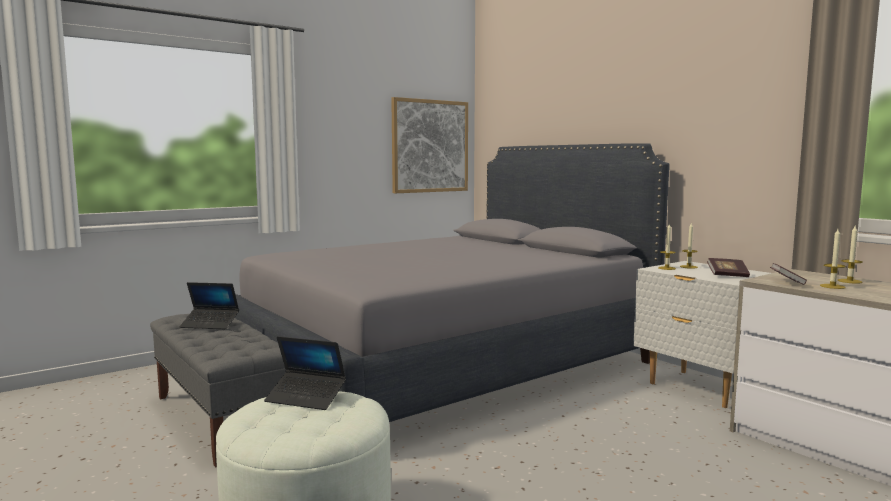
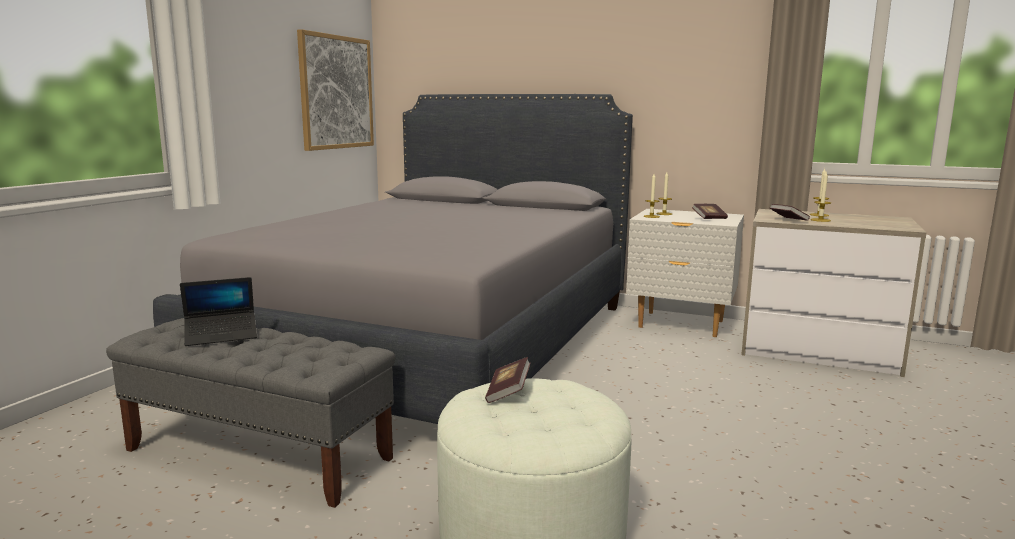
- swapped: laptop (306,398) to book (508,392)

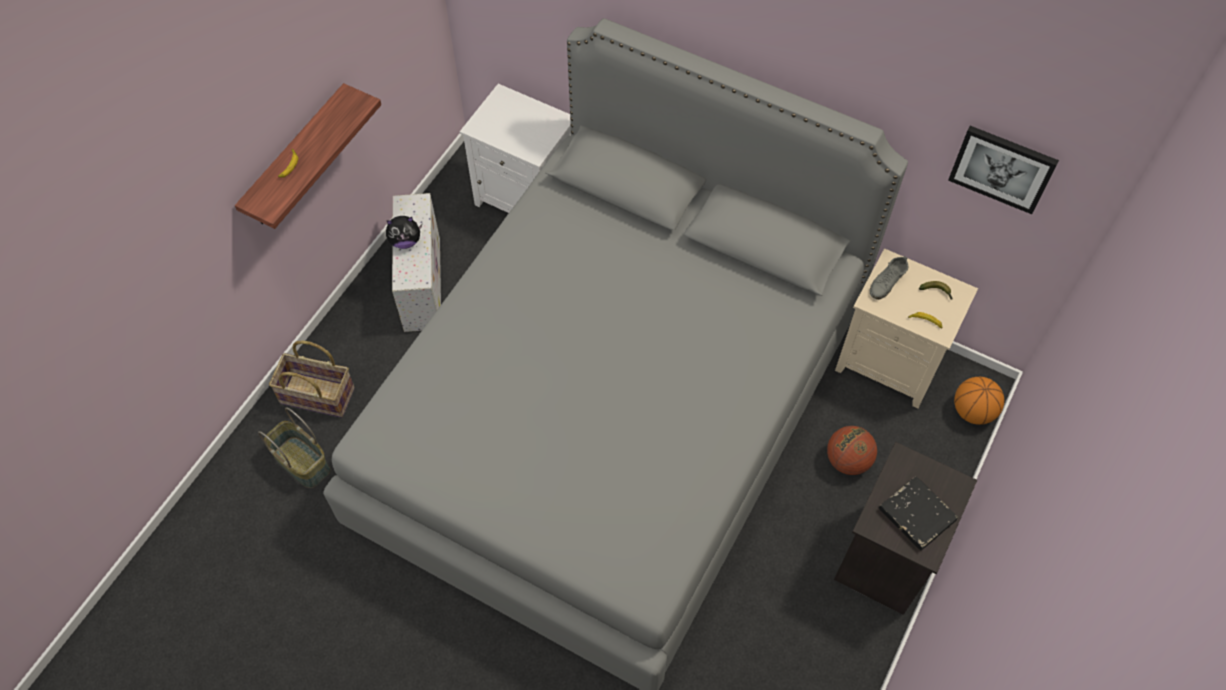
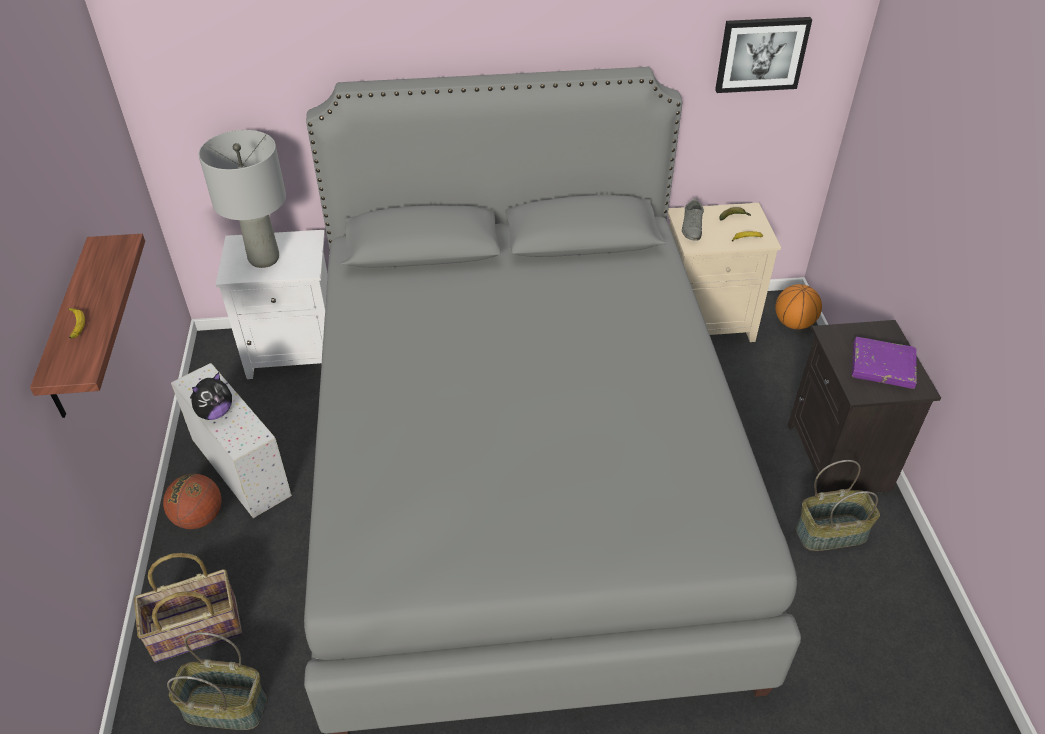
- shifted: basketball (847,460) to (199,517)
- new: grey table lamp (263,259)
- new: basket (831,532)
- repainted: black book (917,515) to purple book (882,366)

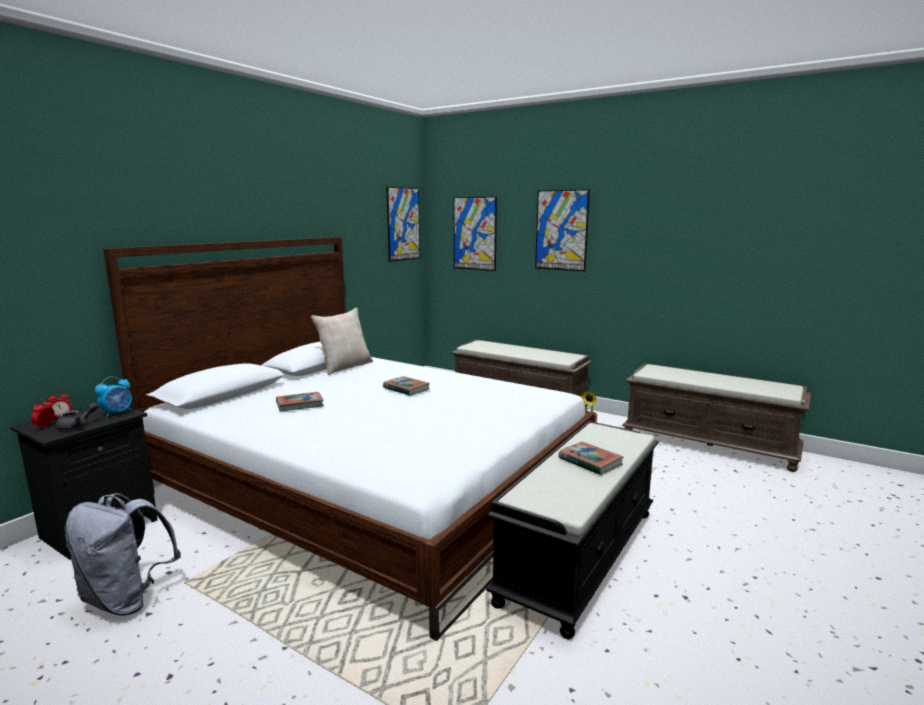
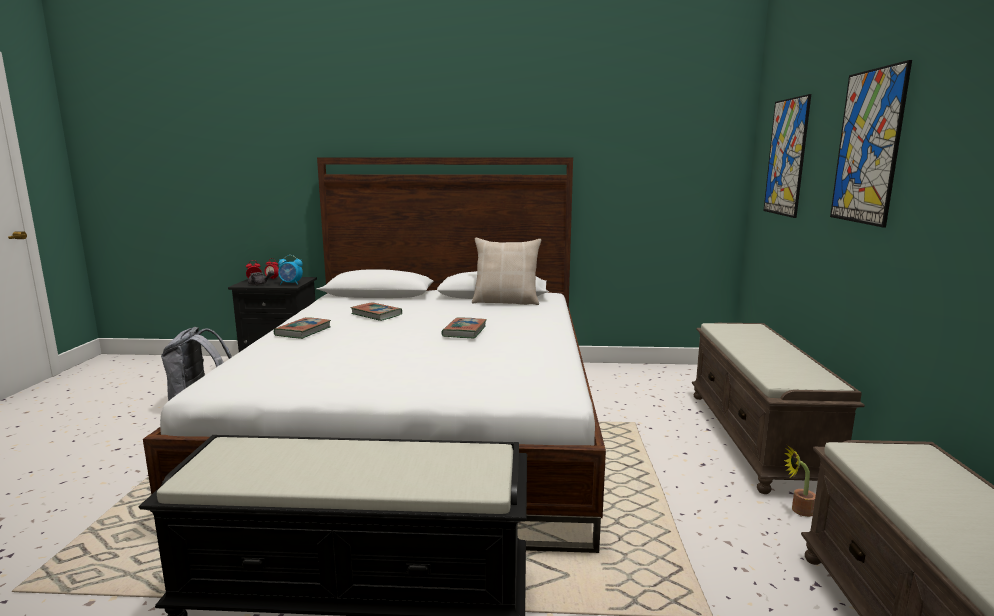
- shifted: book (590,462) to (303,331)
- gone: picture (403,224)

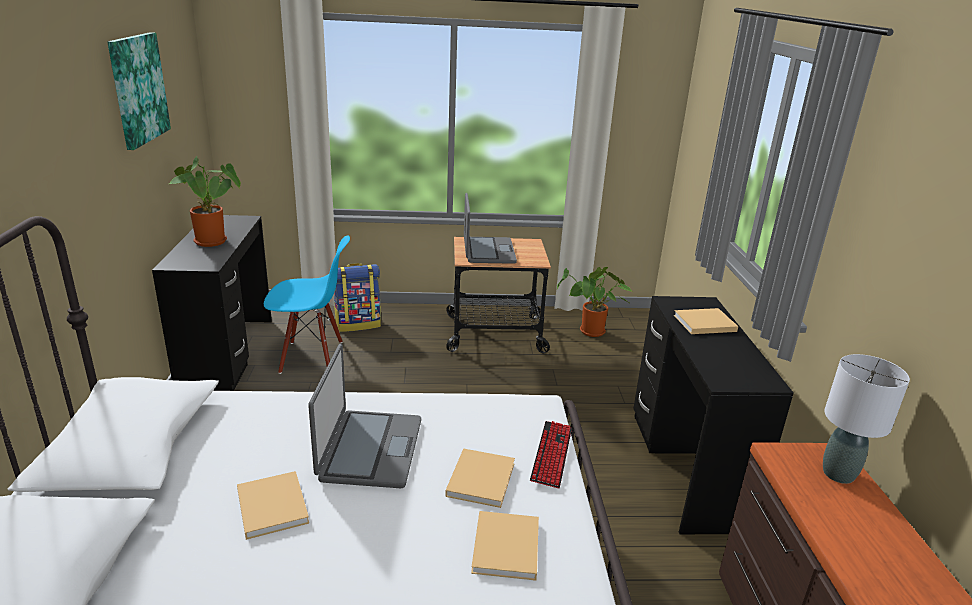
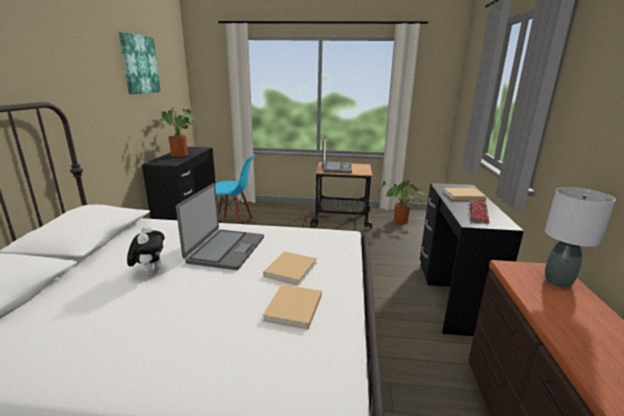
- swapped: beige book (272,505) to plush toy (150,273)
- shifted: keyboard (551,454) to (478,212)
- gone: backpack (358,324)

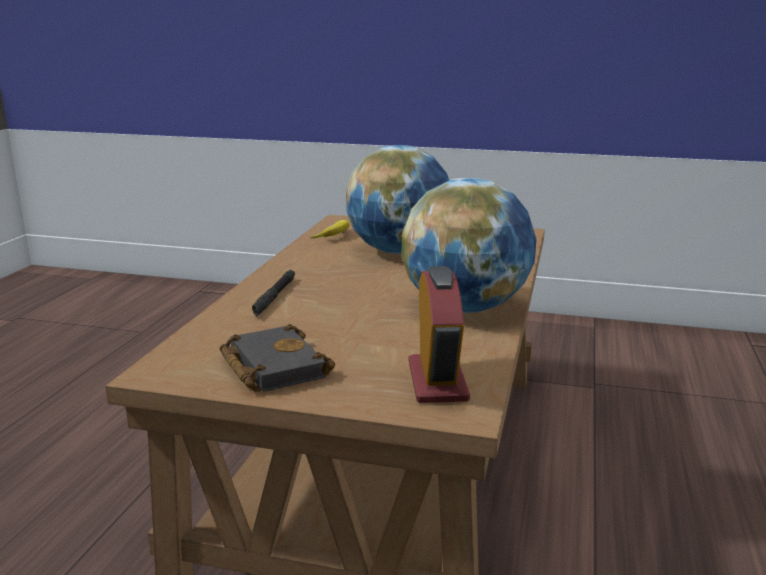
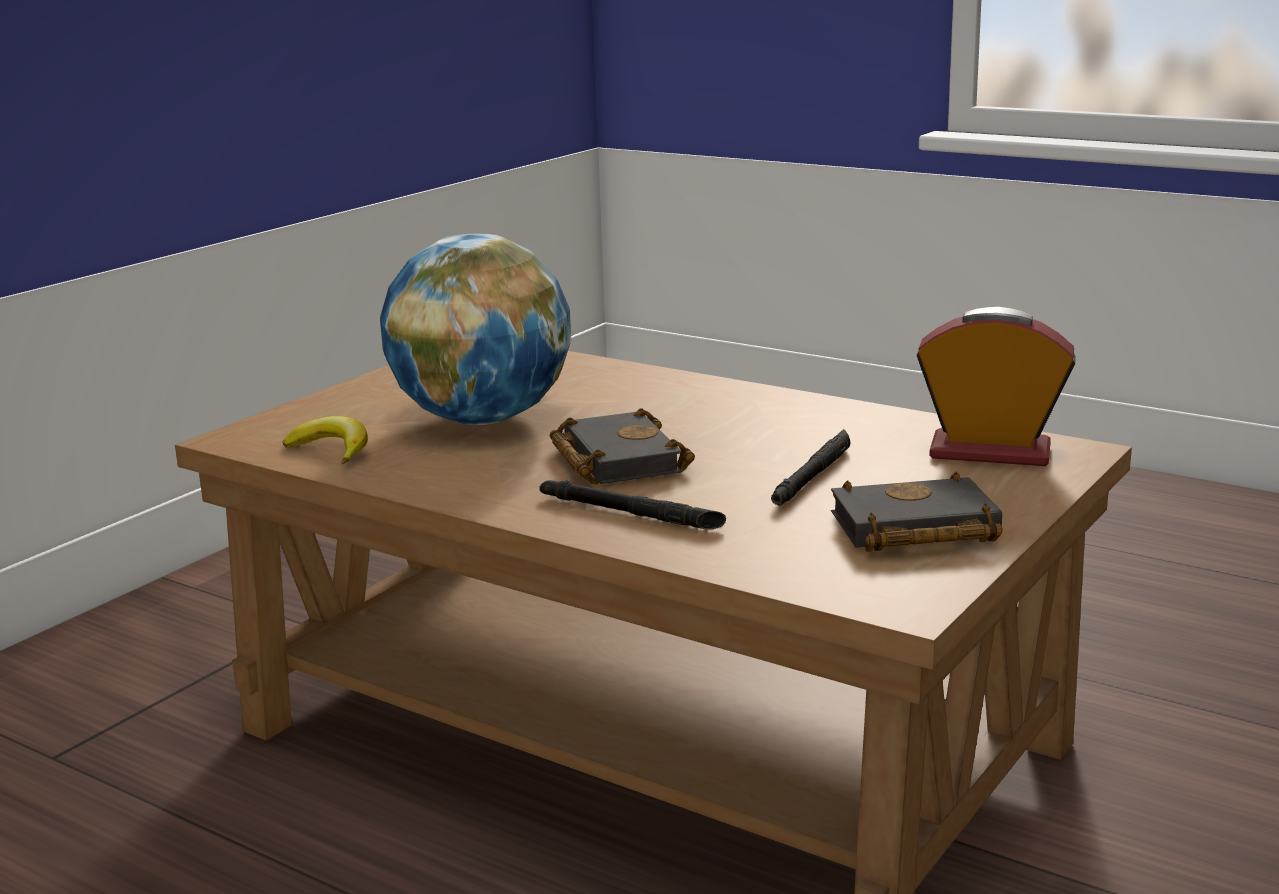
- new: black book (614,459)
- new: black flashlight (813,475)
- gone: globe (466,308)

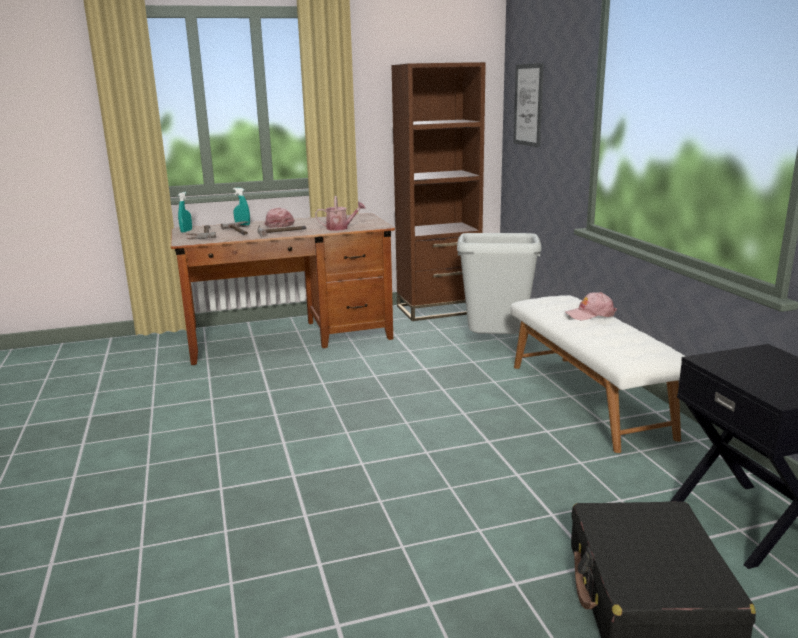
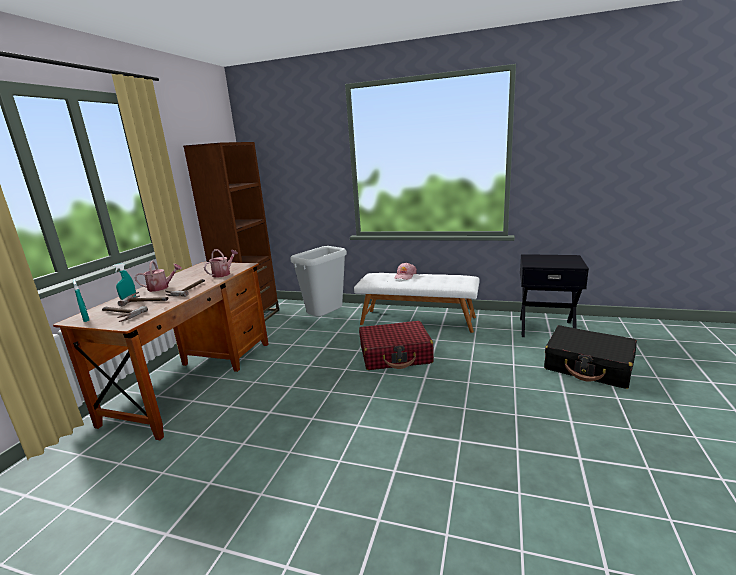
- swapped: pink cap (277,225) to watering can (161,288)
- new: red suitcase (395,355)
- gone: picture (528,105)

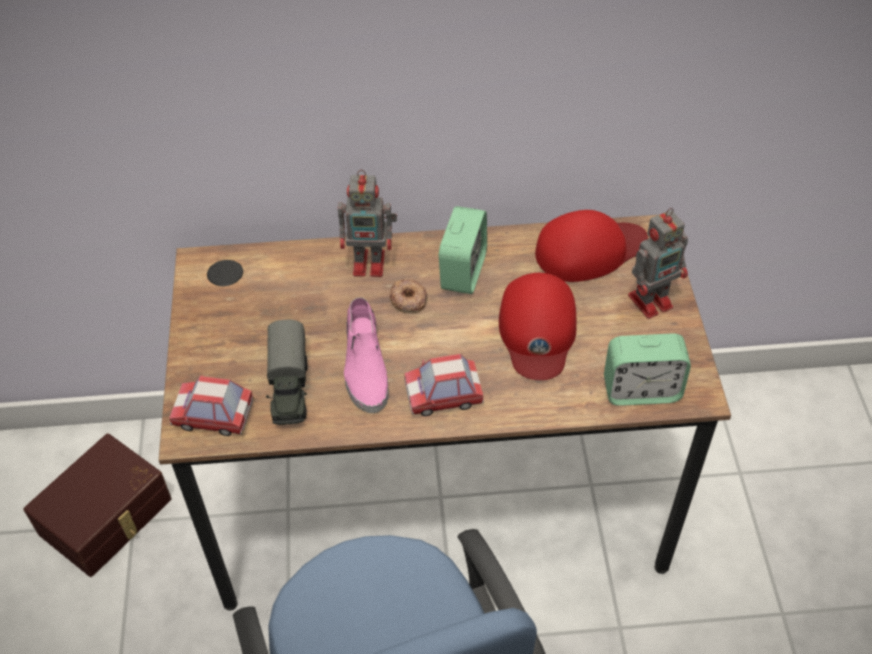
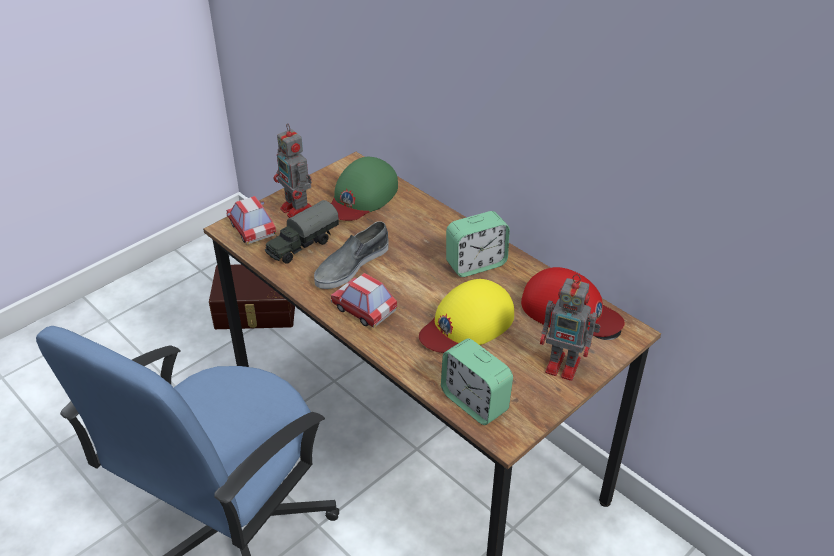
- shifted: toy robot (371,263) to (298,210)
- repainted: pink shoe (365,365) to grey shoe (351,265)
- new: green cap (362,196)
- repainted: red cap (537,330) to yellow cap (467,323)
- gone: donut (408,299)

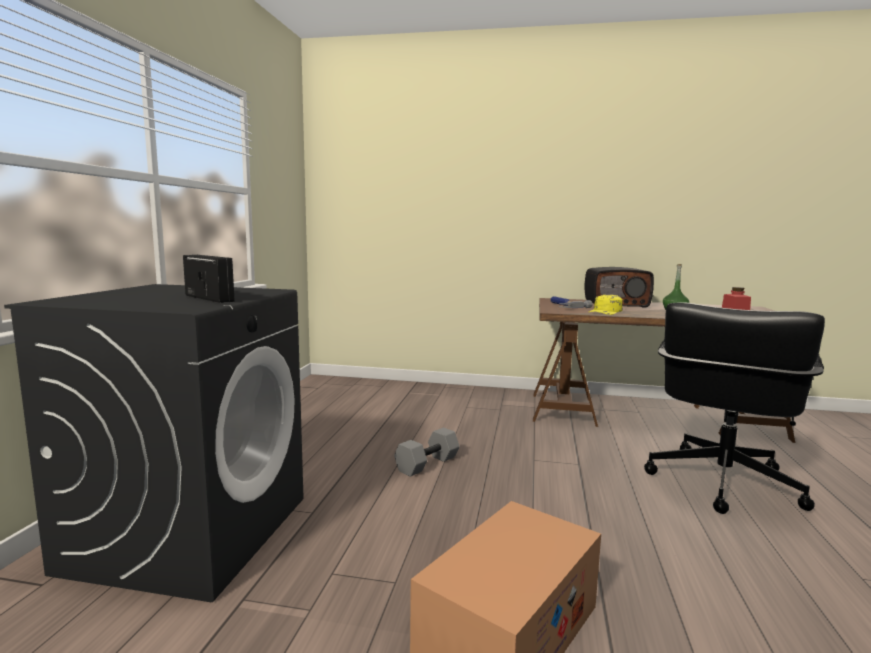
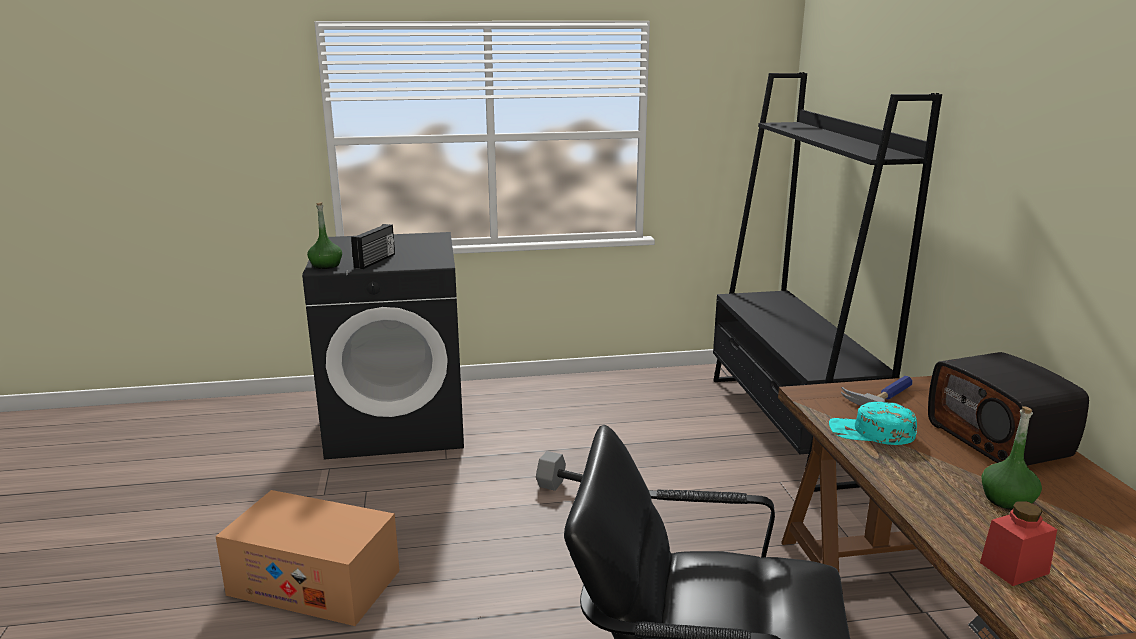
- new: green bottle (326,265)
- new: black bookcase (787,427)
- repainted: yellow cap (605,311) to turquoise cap (871,432)

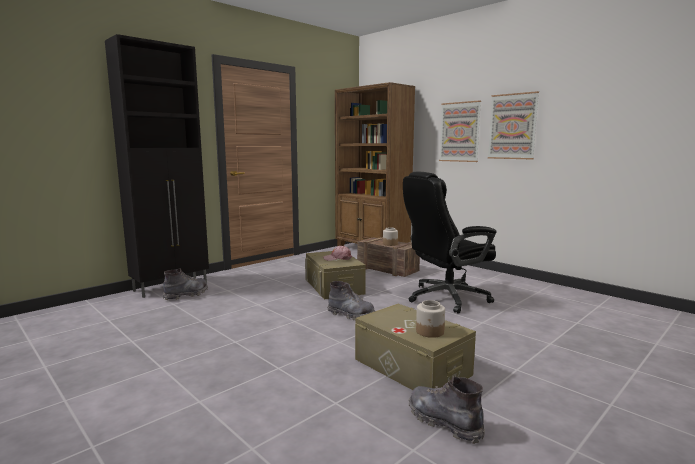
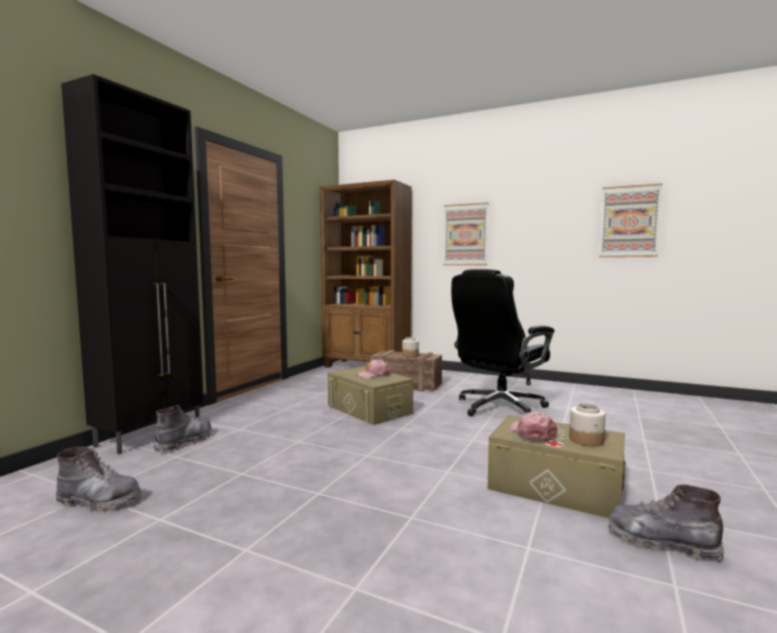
- shifted: grey boot (351,314) to (99,501)
- new: pink cap (532,433)
- shifted: picture (512,126) to (629,221)

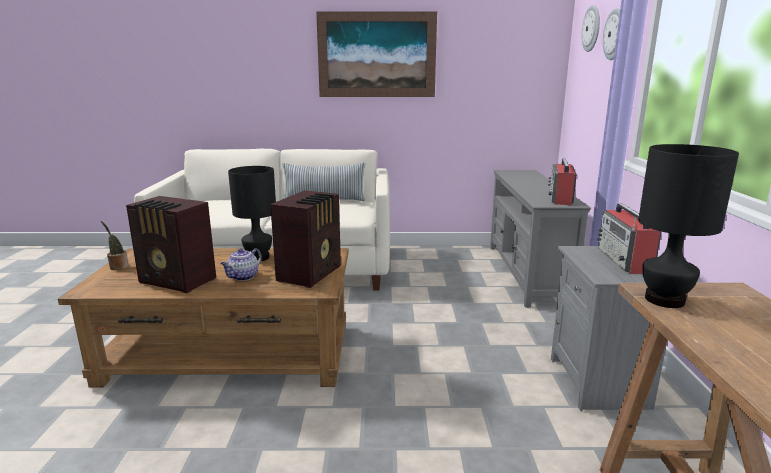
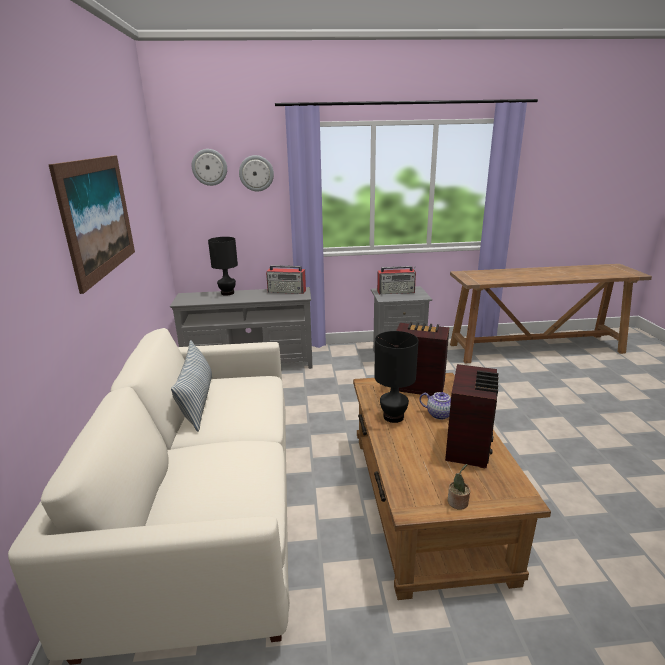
- shifted: black table lamp (665,300) to (227,293)

